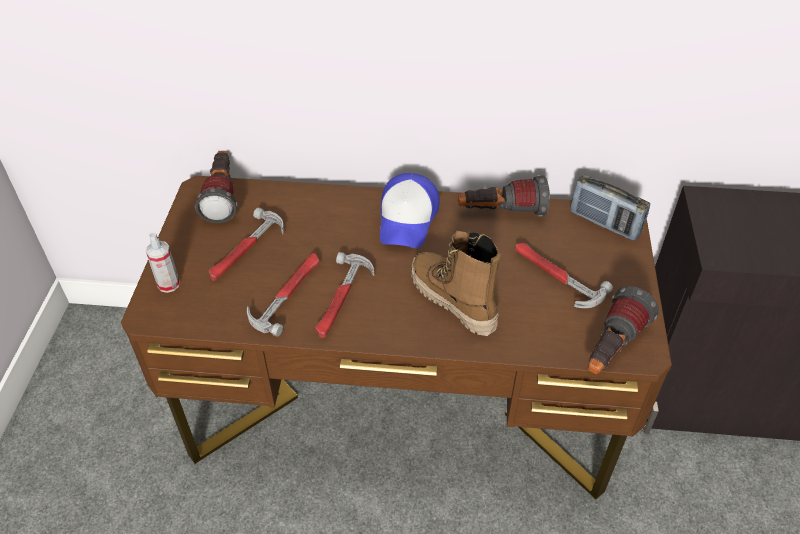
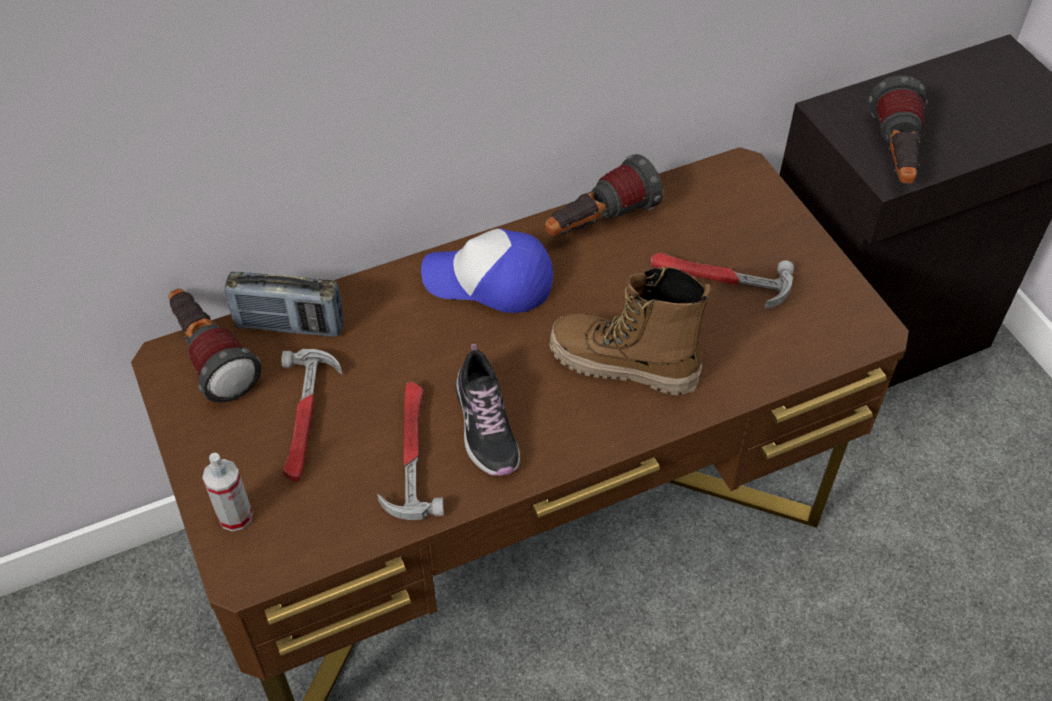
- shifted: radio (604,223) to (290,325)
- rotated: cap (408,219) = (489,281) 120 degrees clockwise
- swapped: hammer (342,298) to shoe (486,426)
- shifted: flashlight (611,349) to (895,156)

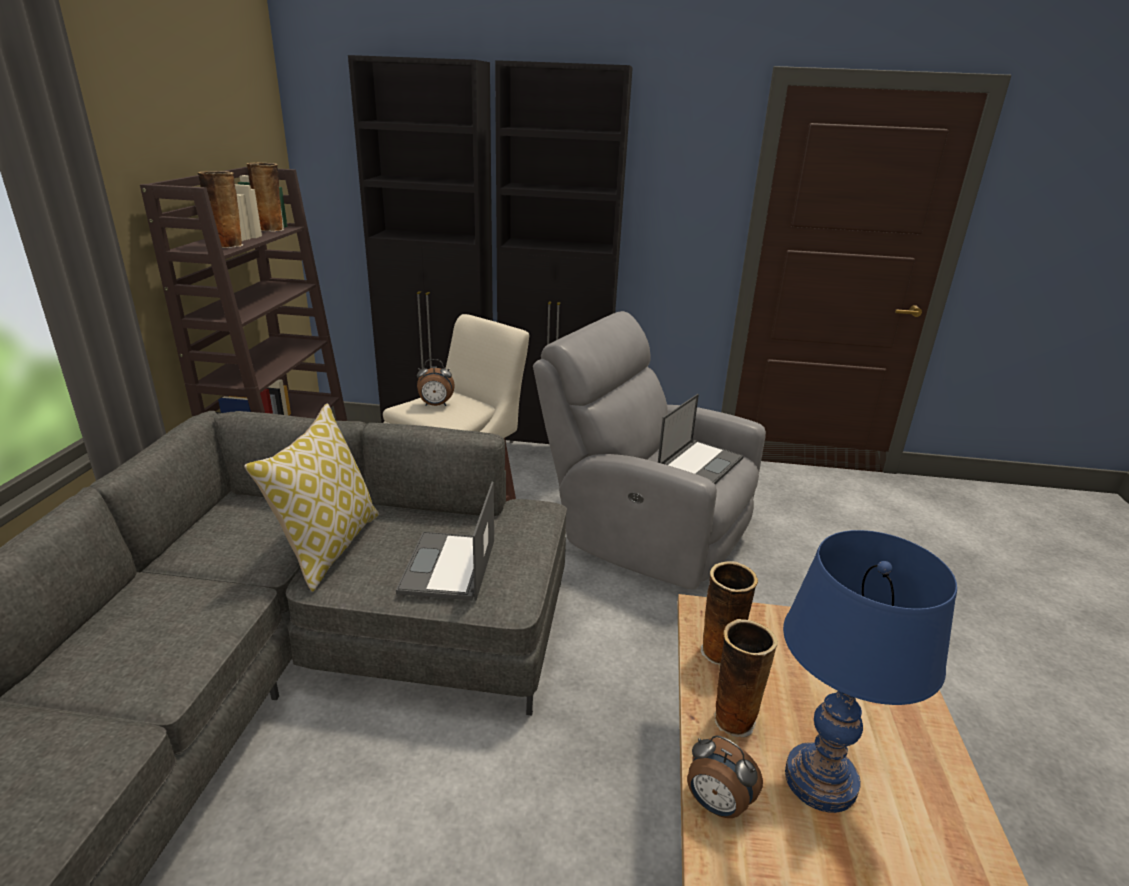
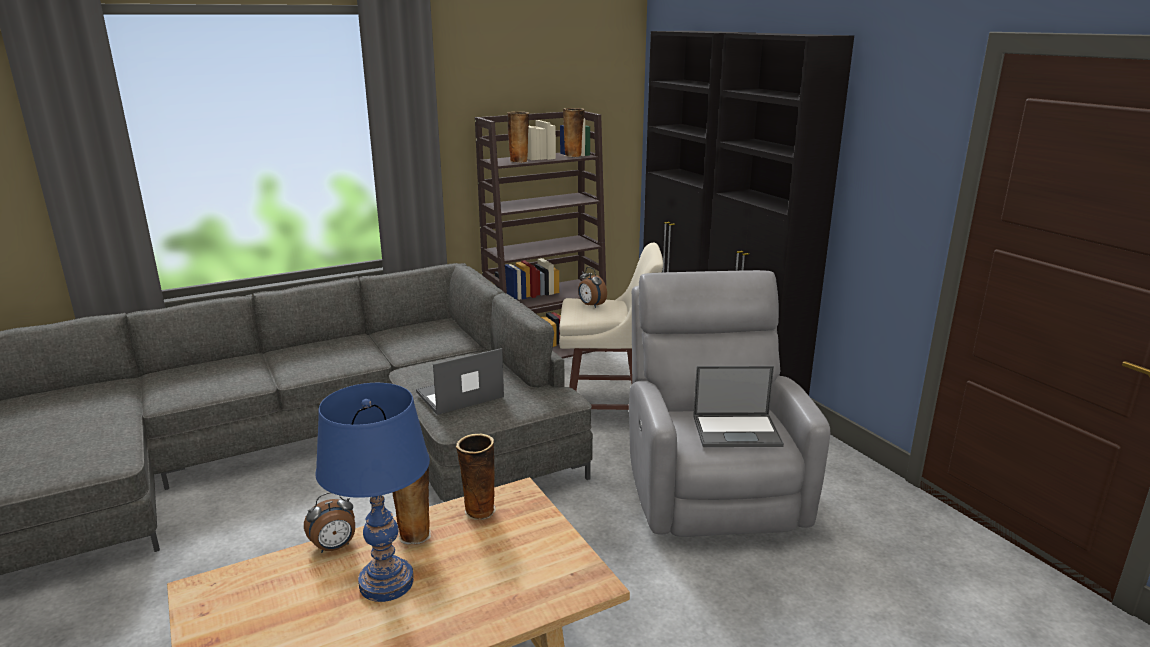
- rotated: alarm clock (716,805) = (334,547) 120 degrees counterclockwise
- gone: pillow (328,546)

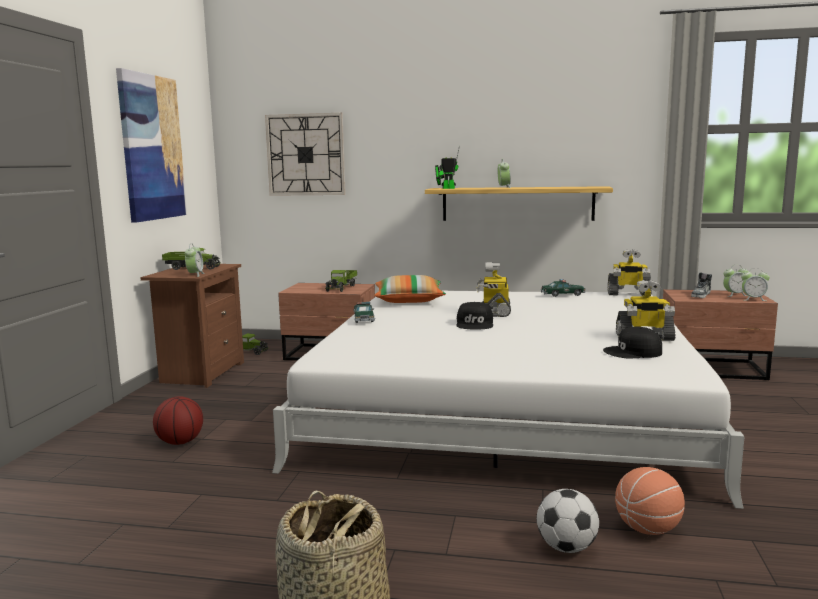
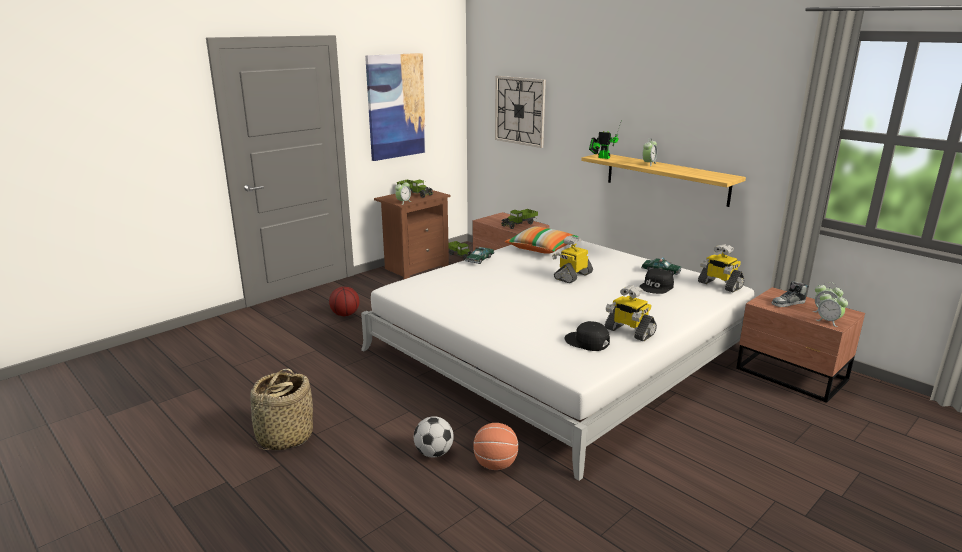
- shifted: black cap (475,324) to (657,287)

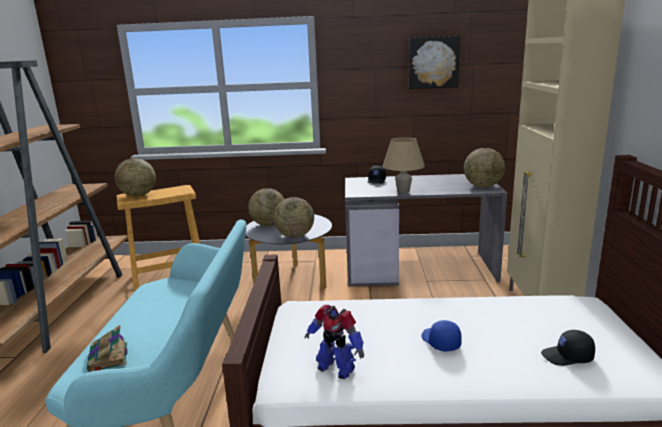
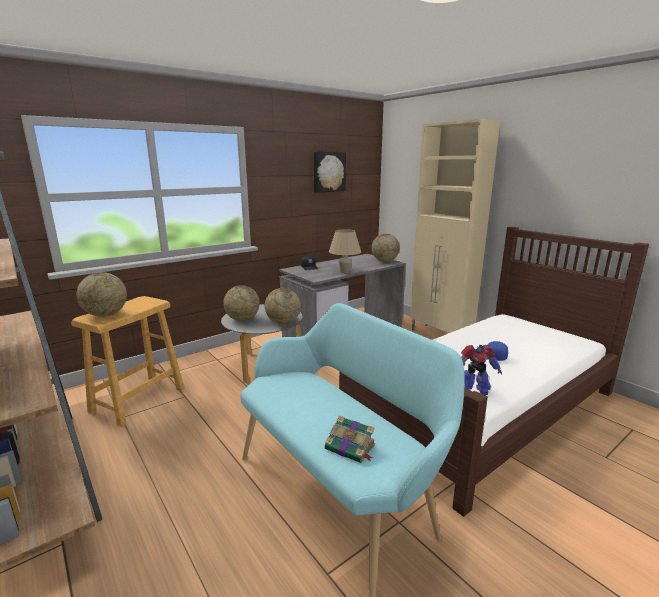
- gone: black cap (567,357)

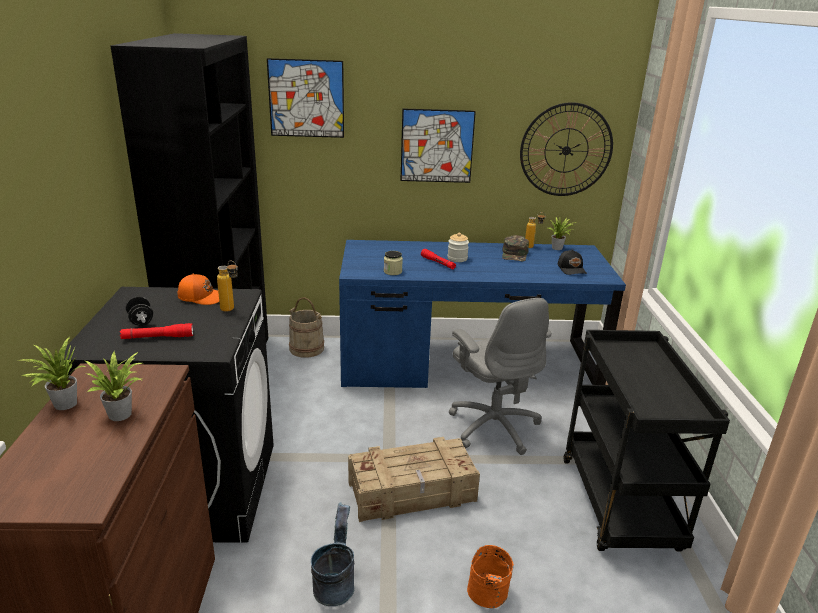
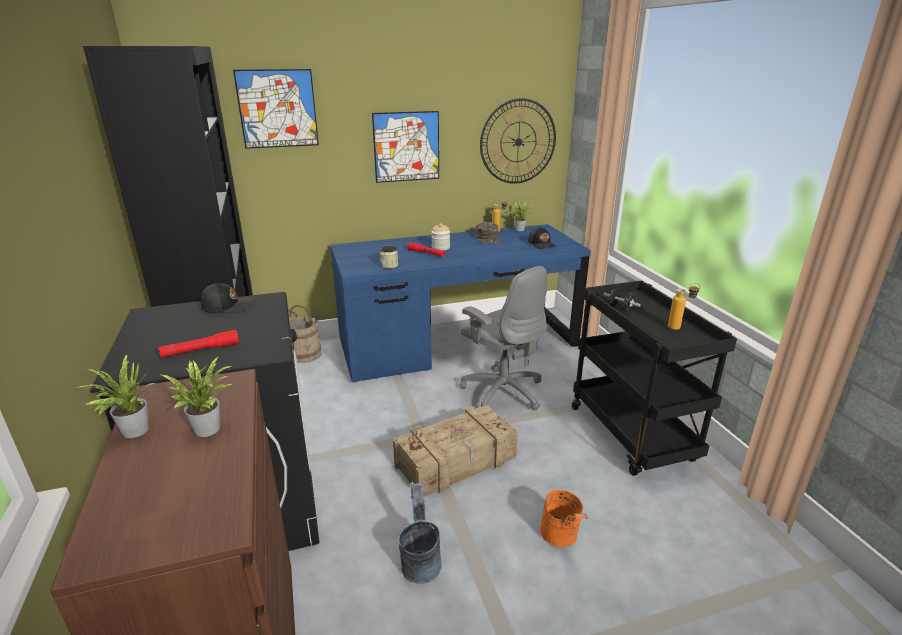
- repainted: orange cap (202,297) to black cap (228,306)
- shifted: black dumbbell (141,321) to (620,308)
- shifted: bottle (231,310) to (679,328)

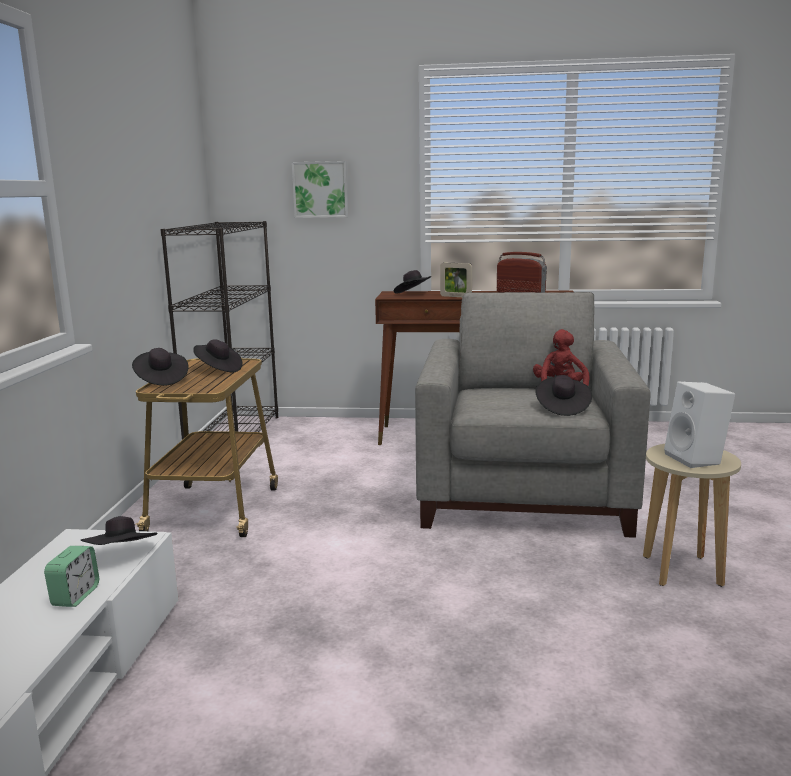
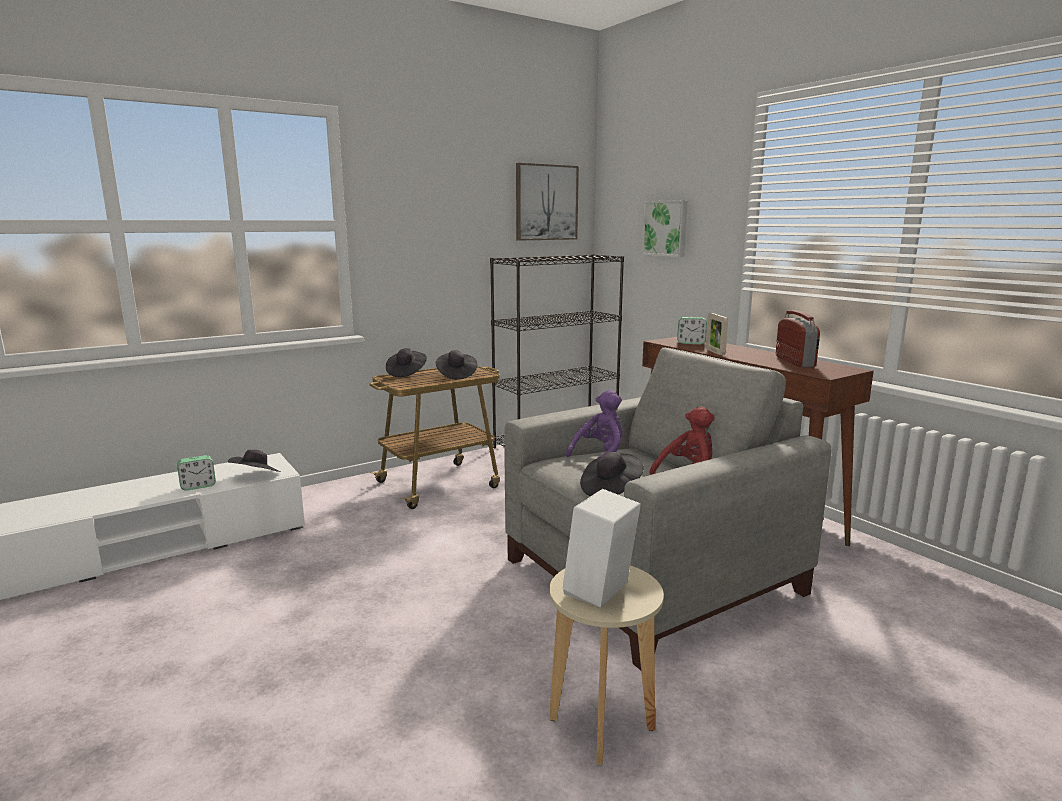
- new: picture (546,202)
- new: purple plush toy (600,456)
- swapped: black hat (413,294) to alarm clock (691,343)

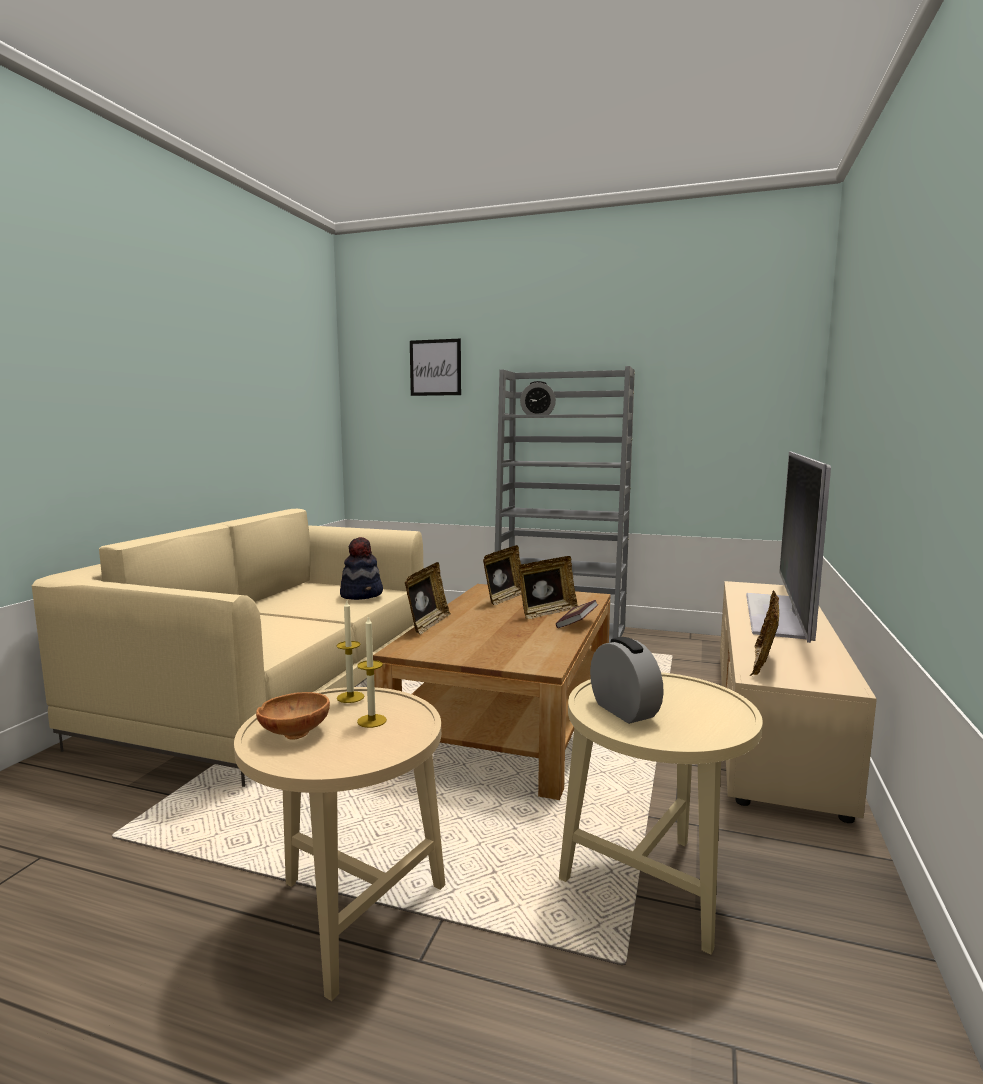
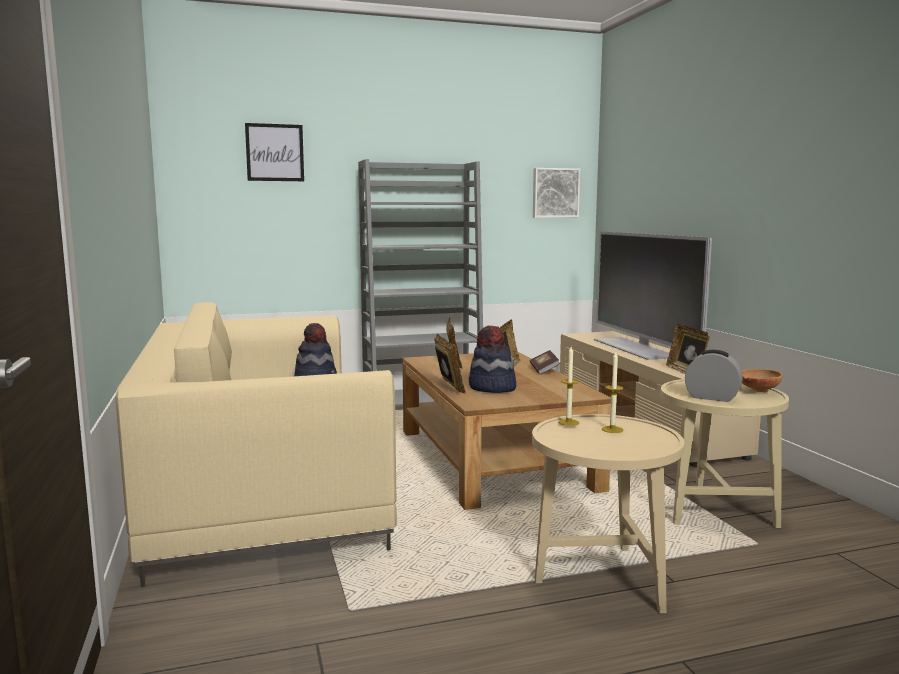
- new: hat (492,388)
- new: picture (555,193)
- shifted: brown bowl (294,732) to (757,390)
- gone: alarm clock (537,414)

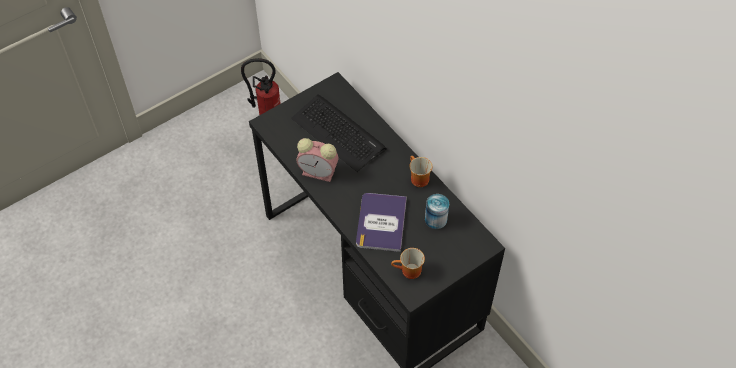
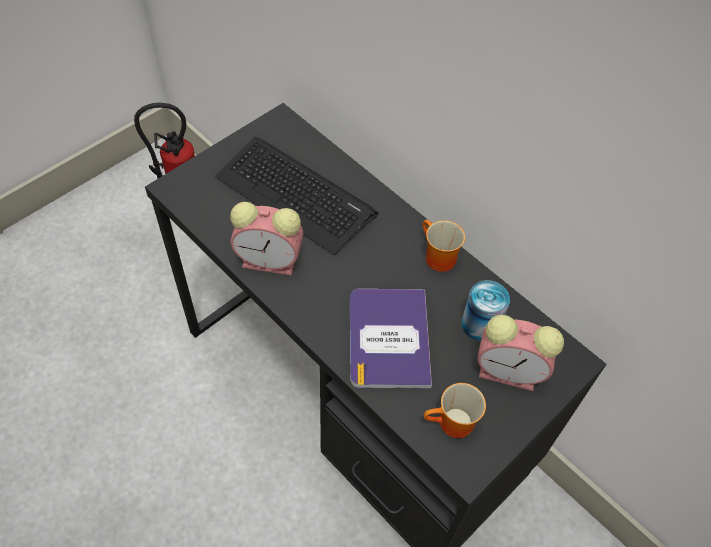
- new: alarm clock (510,371)

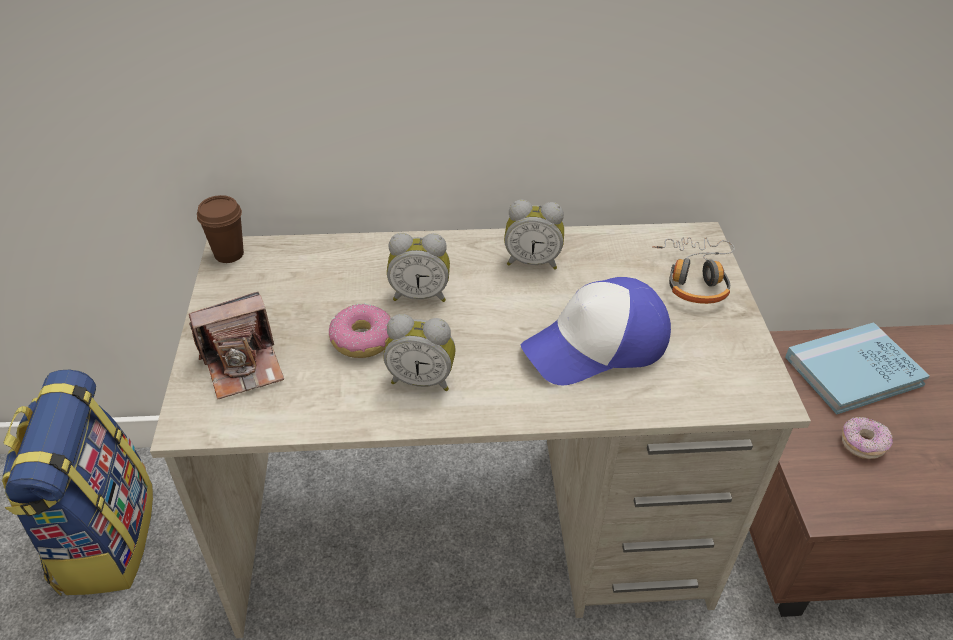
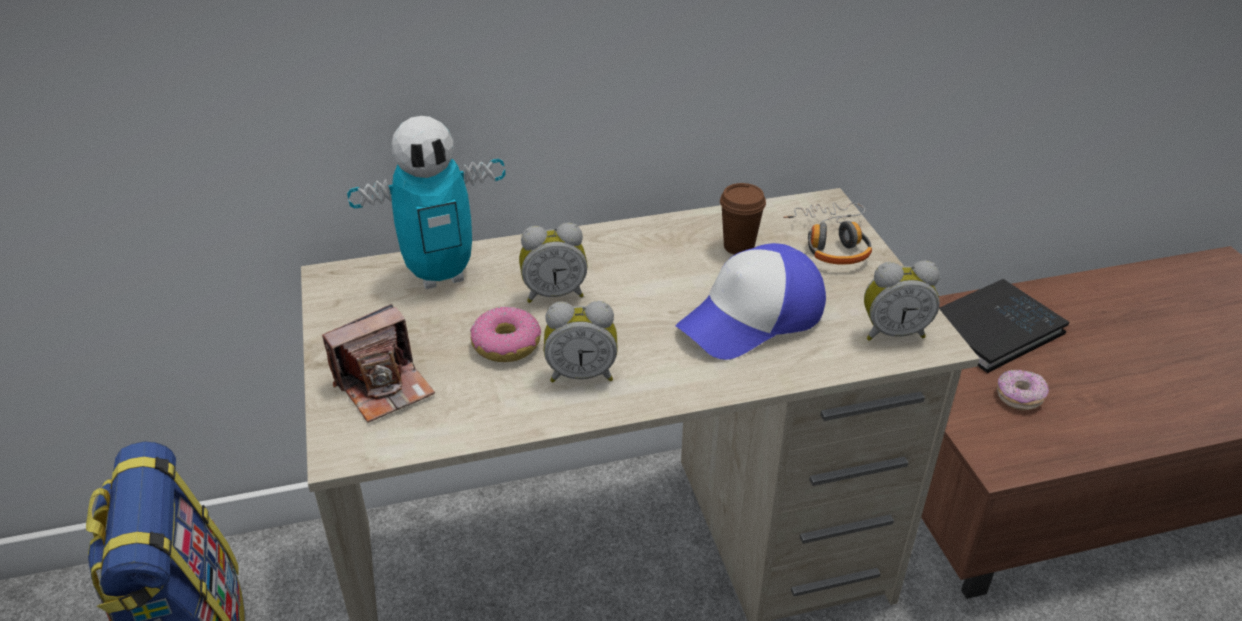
- new: toy robot (440,275)
- shifted: brown cup (229,254) to (738,246)
- shifted: alarm clock (532,261) to (892,332)
- repainted: blue book (853,371) to black book (993,329)

